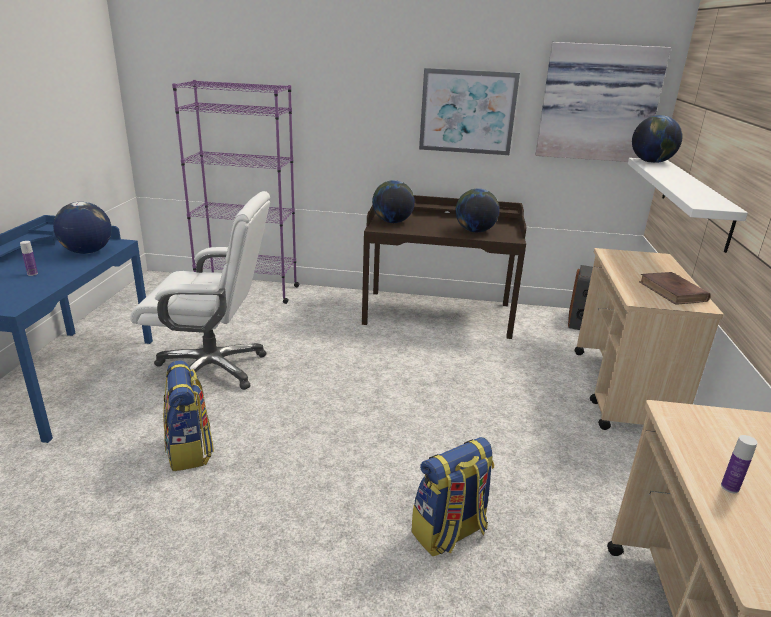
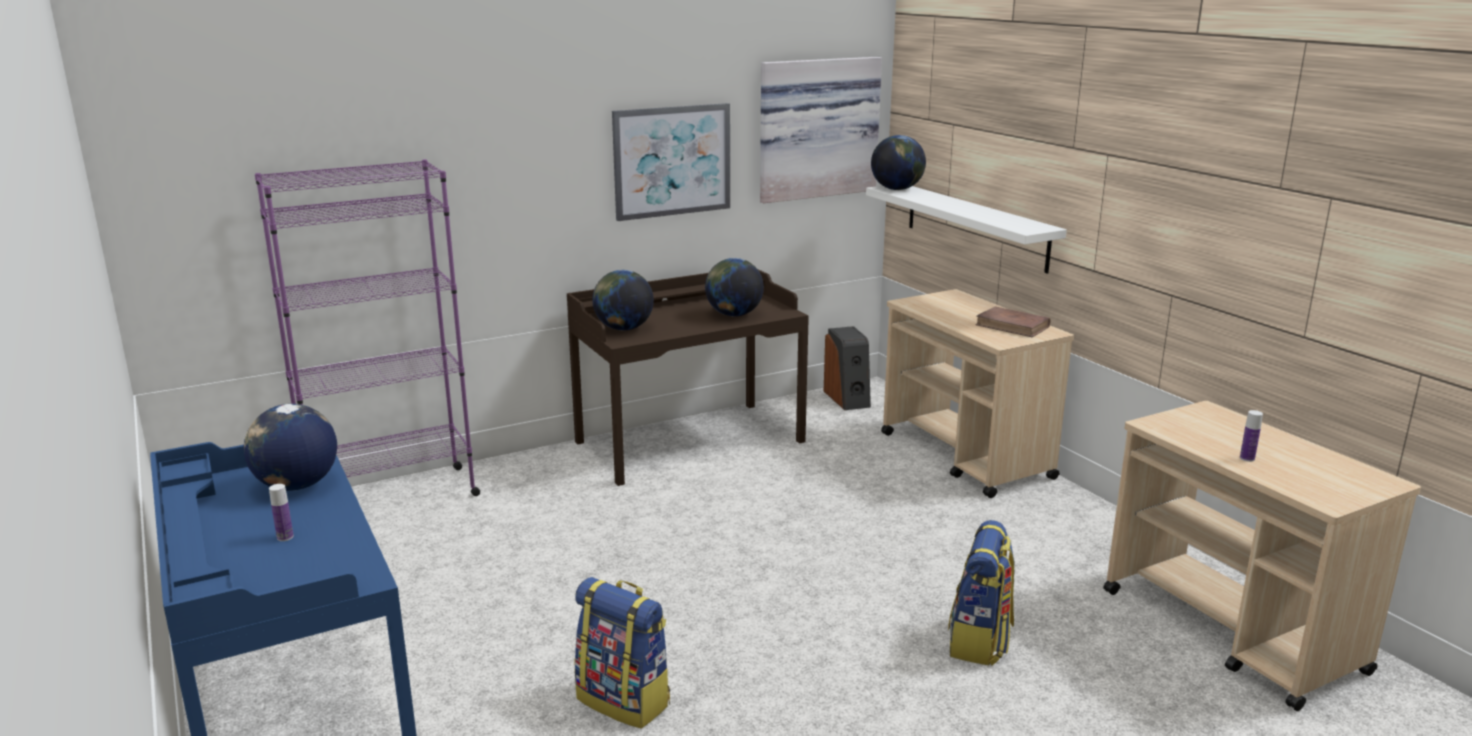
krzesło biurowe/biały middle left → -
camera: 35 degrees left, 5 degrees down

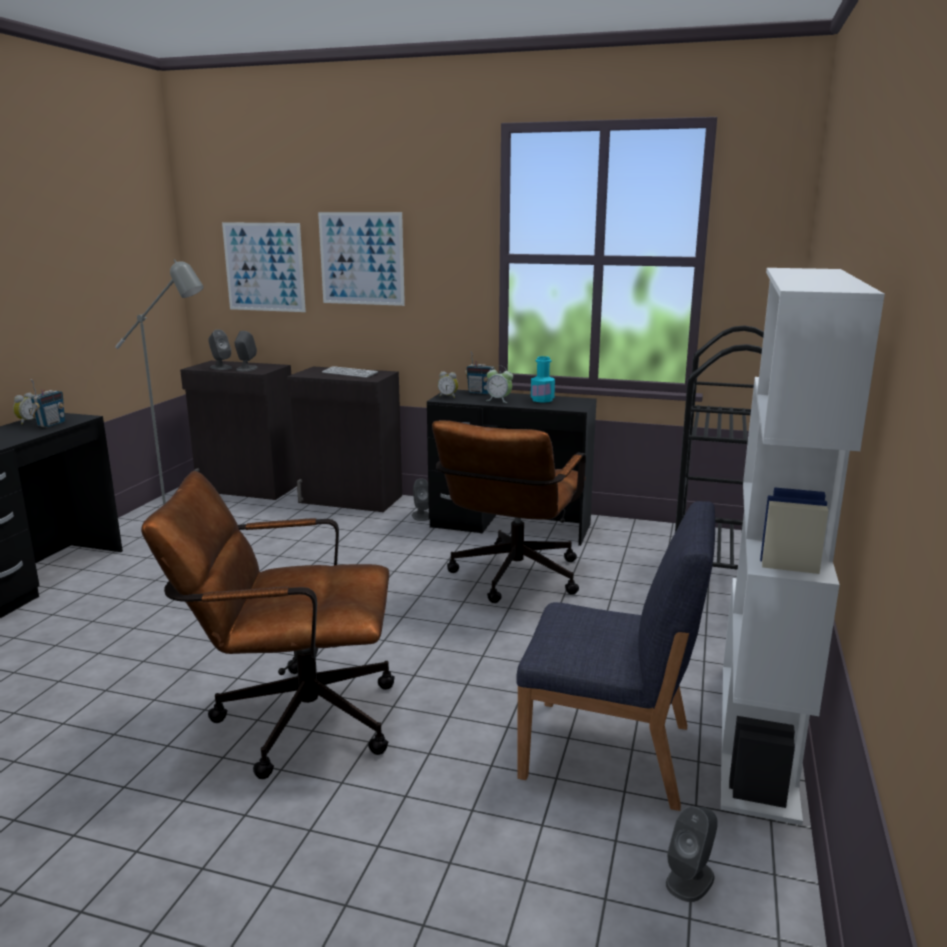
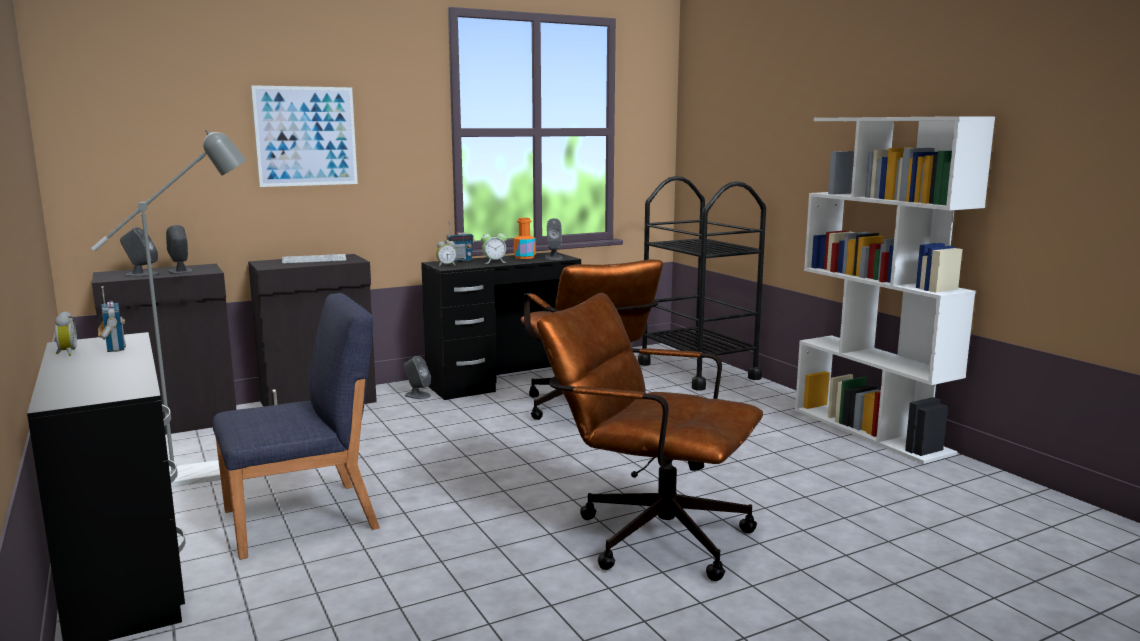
krzesło/niebieski bottom centre → krzesło/niebieski middle left, relocated
butelka/turkusowy centre → butelka/pomarańczowy centre
krzesło biurowe/brązowy (no. 1 from left in the first image) middle left → krzesło biurowe/brązowy (no. 2 from left) bottom centre, 75 degrees clockwise
głośnik/szary (no. 4 from left) bottom right → głośnik/szary (no. 4 from left) centre, relocated
obraz (no. 1 from left) top left → -
camera: 45 degrees left, 5 degrees down

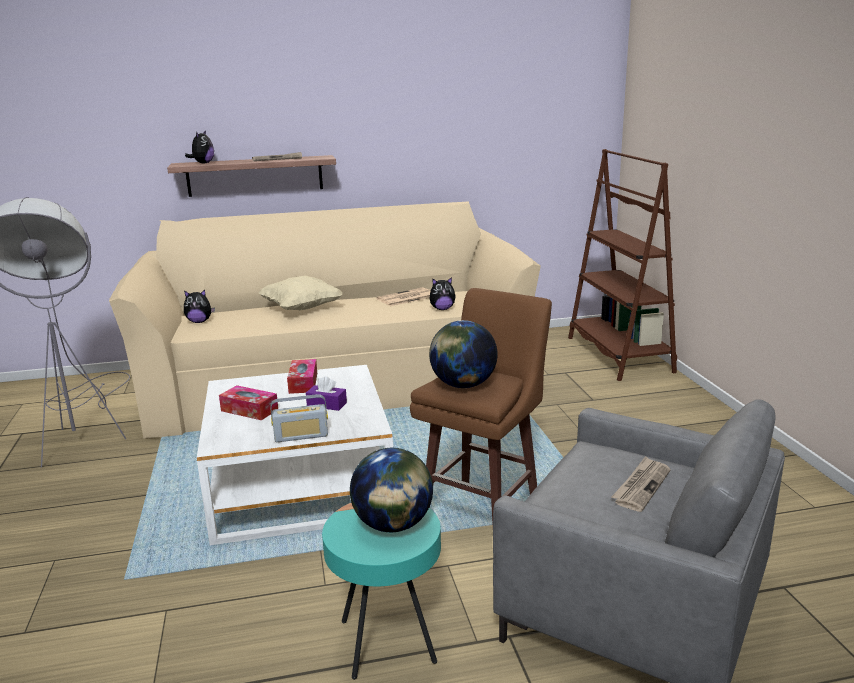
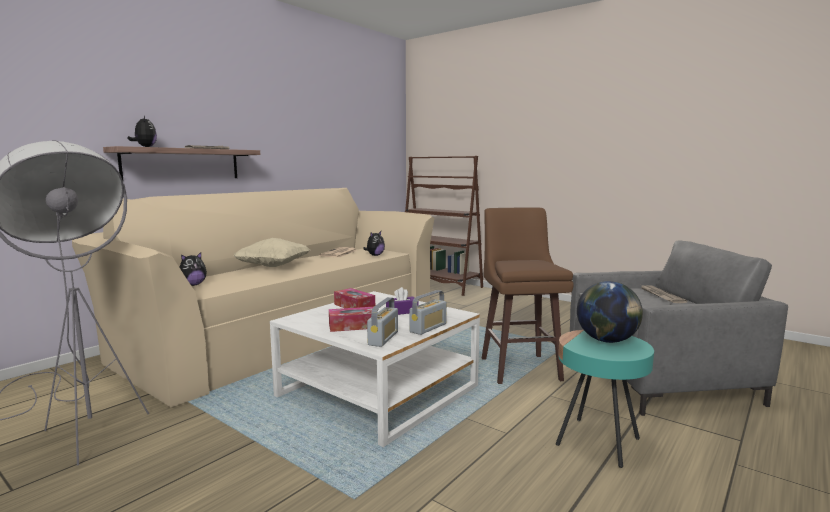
- → radio (no. 1 from left) centre
globus (no. 2 from left) centre → -
camera: 40 degrees left, 10 degrees down

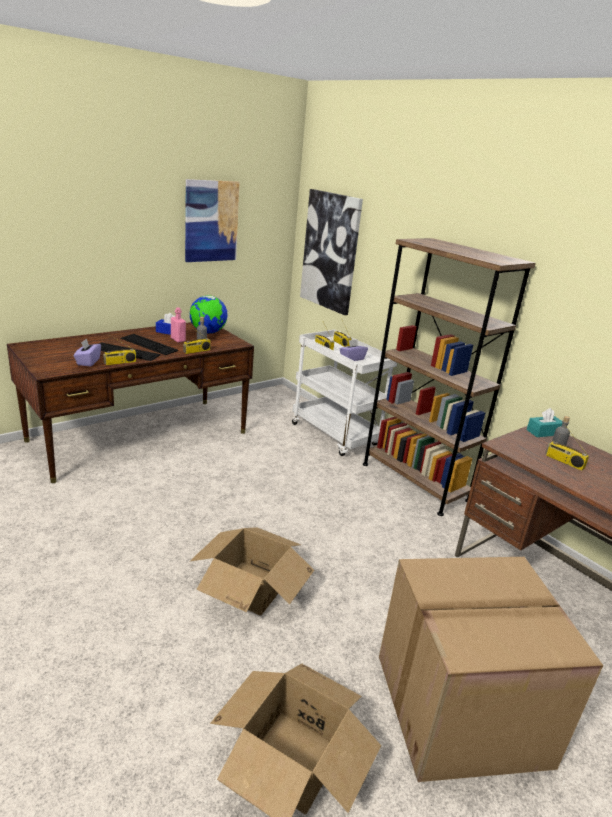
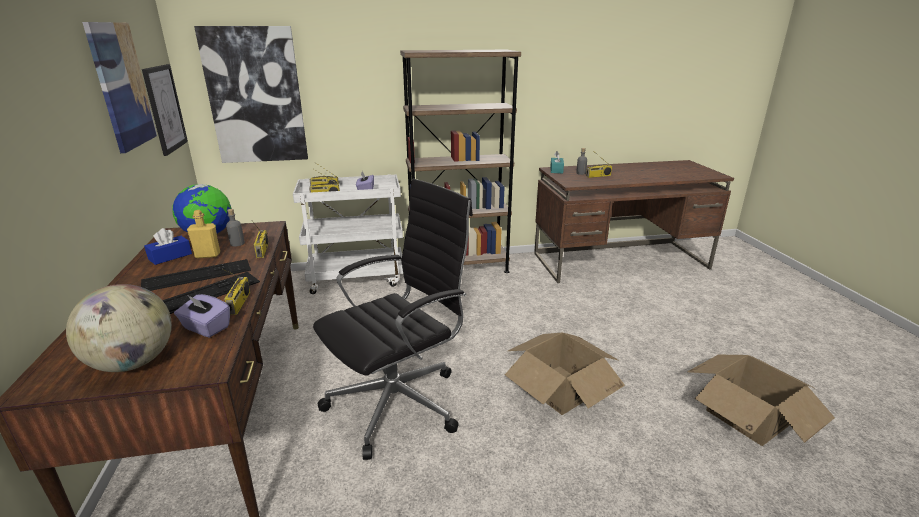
- → globus (no. 1 from left) middle left
- → obraz (no. 2 from left) top left
butelka/różowy middle left → butelka/żółty middle left
- → krzesło biurowe/czarny centre
karton (no. 3 from left) bottom right → -
camera: 60 degrees left, 0 degrees up

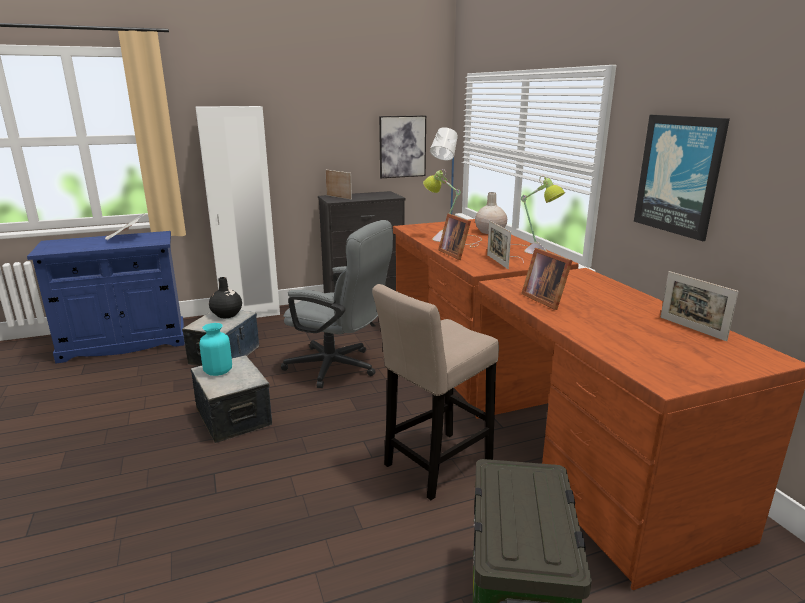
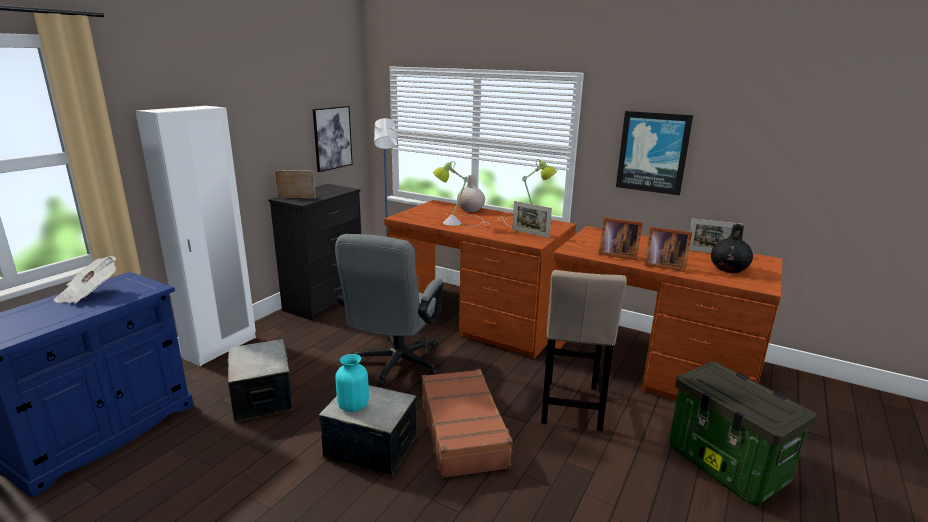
krzesło biurowe/szary centre, 120 degrees clockwise
- → walizka/brązowy bottom centre
ramka na zdjęcie (no. 2 from left in the first image) centre → ramka na zdjęcie (no. 4 from left) middle right, relocated
wazon/czarny middle left → wazon/czarny middle right, relocated
camera: 40 degrees left, 0 degrees up

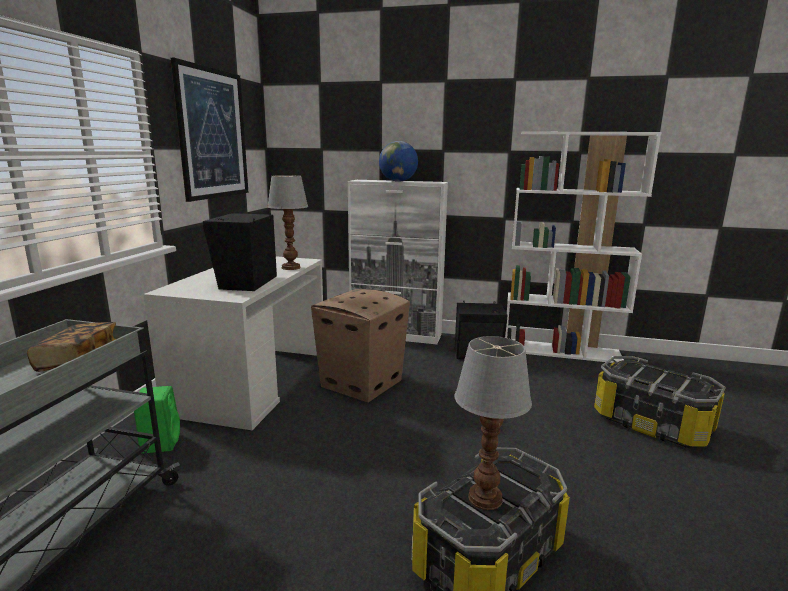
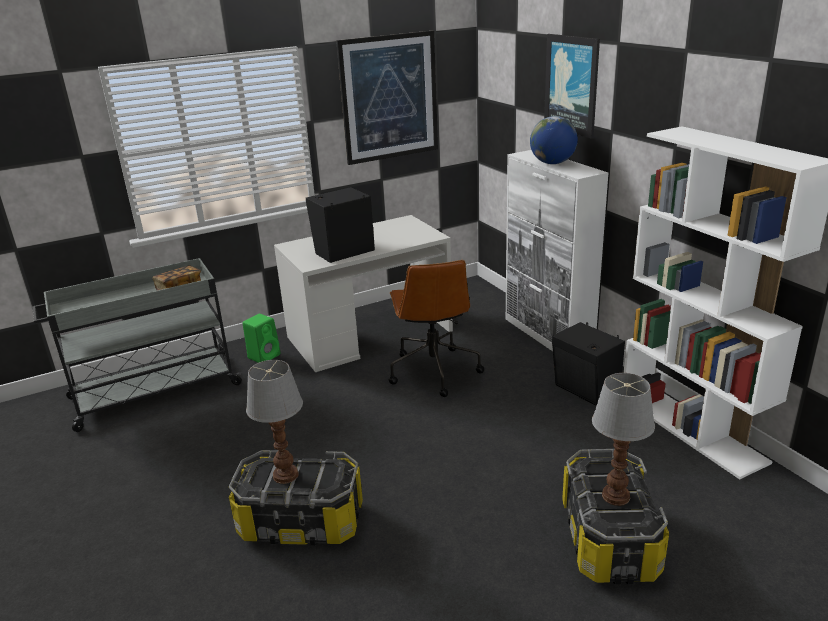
karton centre → krzesło biurowe/brązowy centre
- → obraz (no. 2 from left) top right
lampa stołowa (no. 1 from left in the first image) centre → lampa stołowa (no. 2 from left) bottom right, relocated
camera: 50 degrees right, 10 degrees up

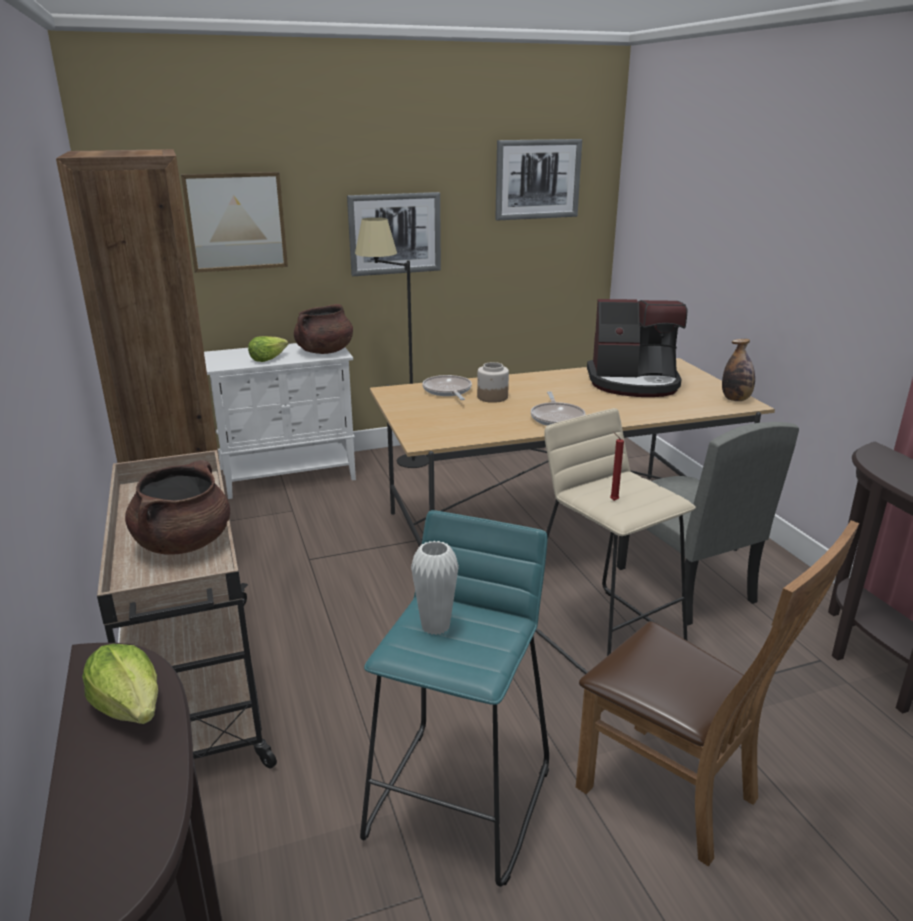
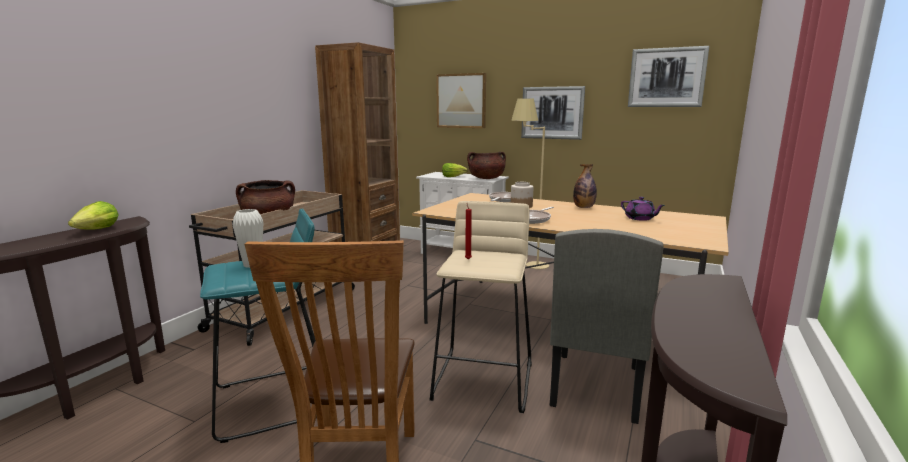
lampa stojąca/czarny centre → lampa stojąca/beżowy centre
butelka middle right → butelka centre, relocated
ekspres do kawy middle right → imbryk/fioletowy middle right
camera: 45 degrees right, 10 degrees down

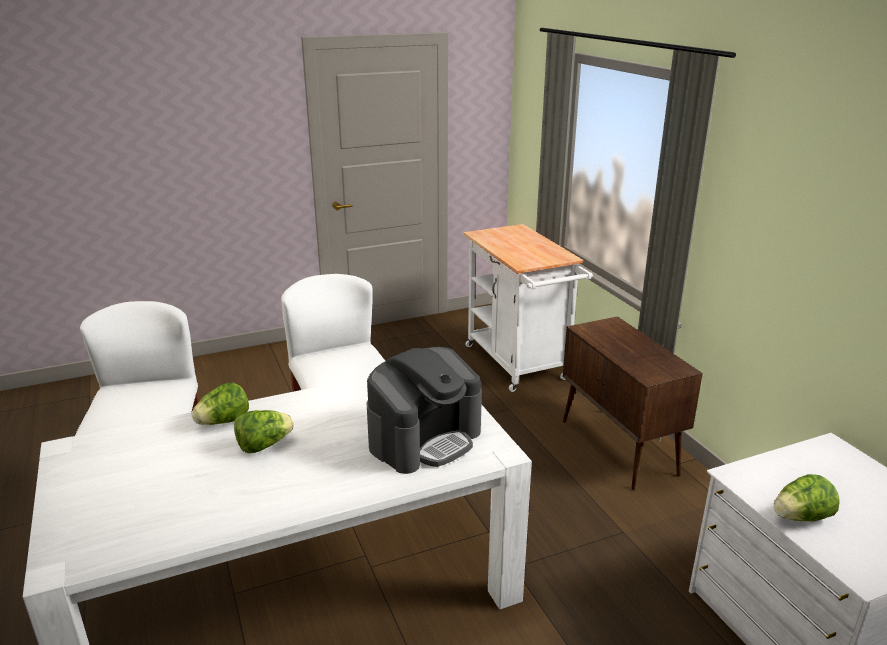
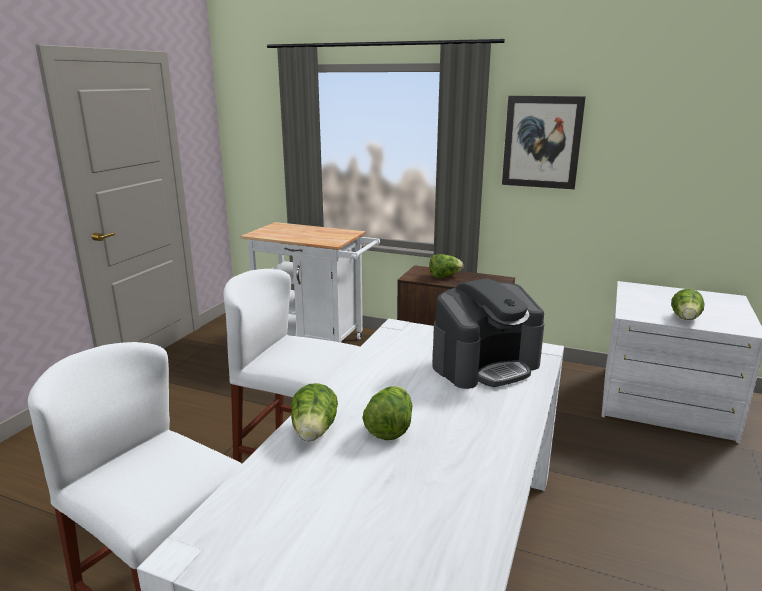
- → sałata (no. 3 from left) centre
ekspres do kawy centre, 60 degrees clockwise
- → obraz top right
camera: 45 degrees left, 5 degrees down

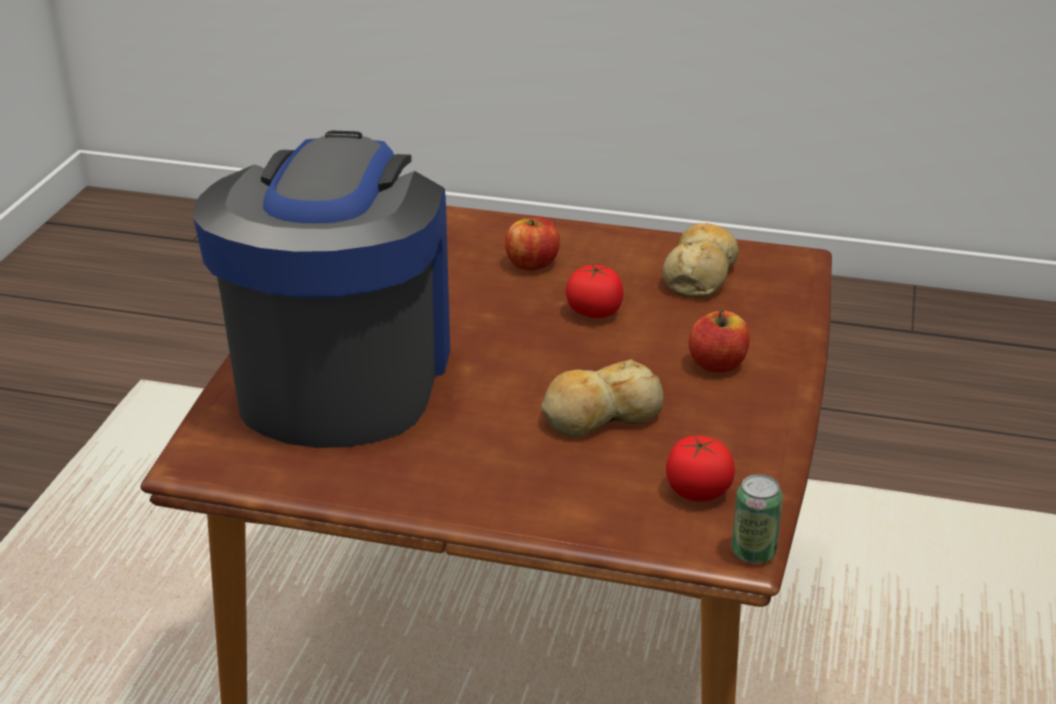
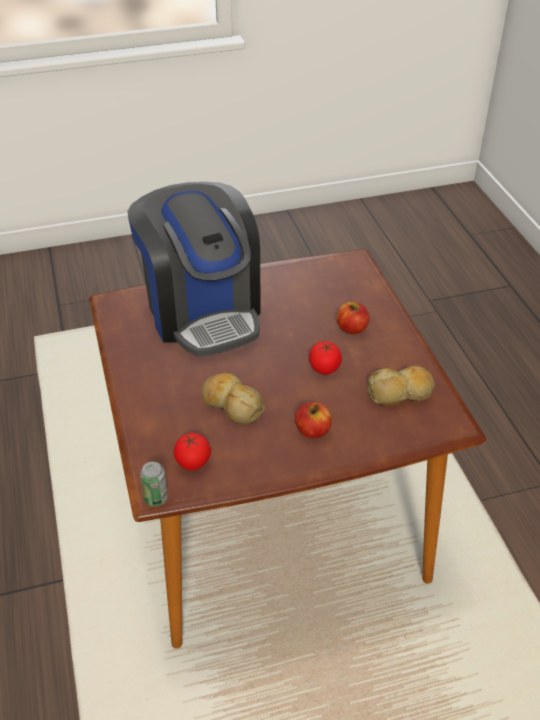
ekspres do kawy middle left → ekspres do kawy centre, 90 degrees clockwise
camera: 60 degrees right, 10 degrees up

